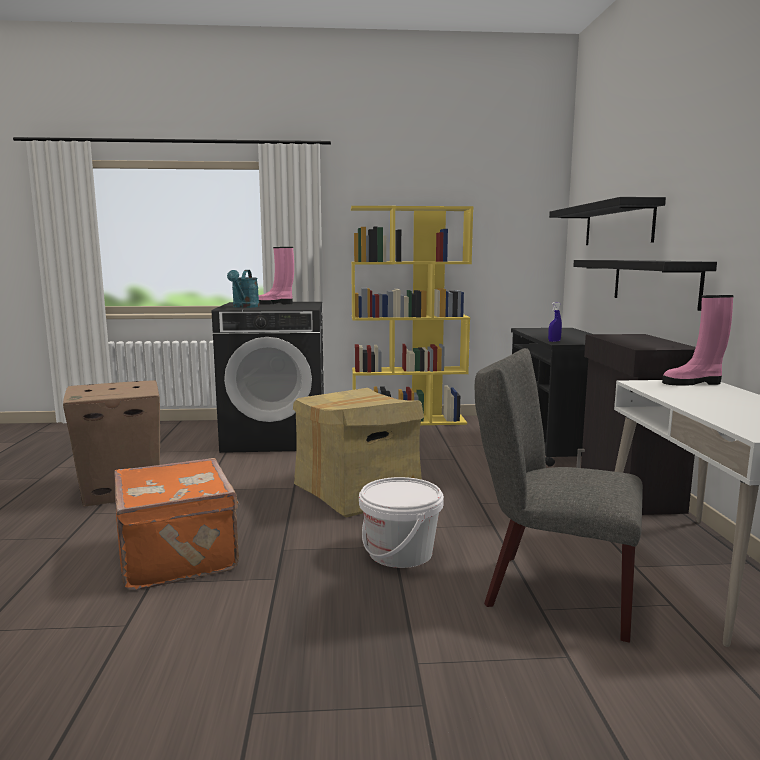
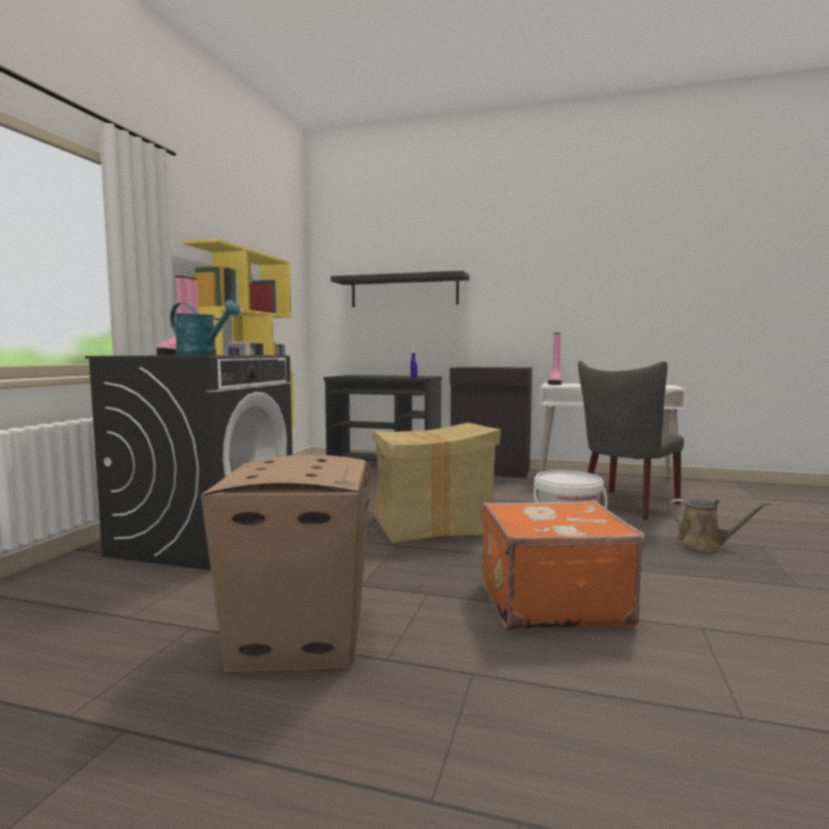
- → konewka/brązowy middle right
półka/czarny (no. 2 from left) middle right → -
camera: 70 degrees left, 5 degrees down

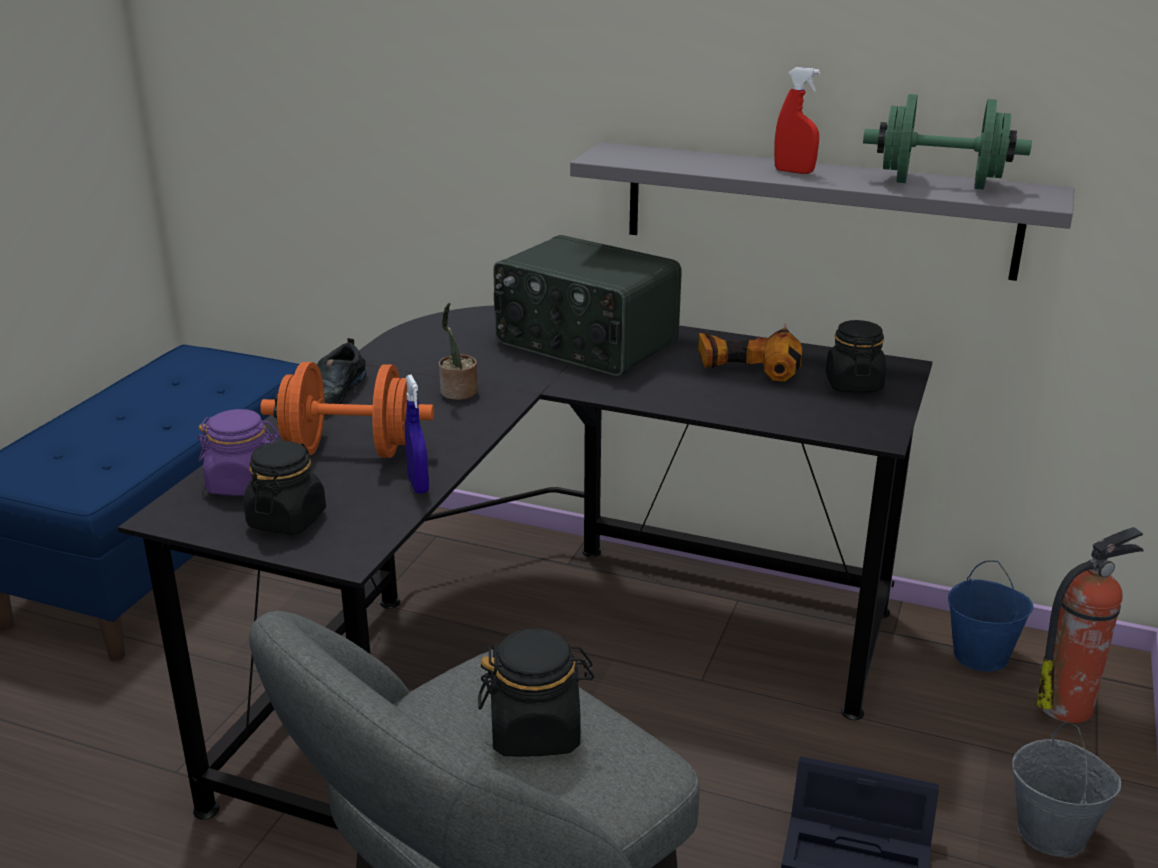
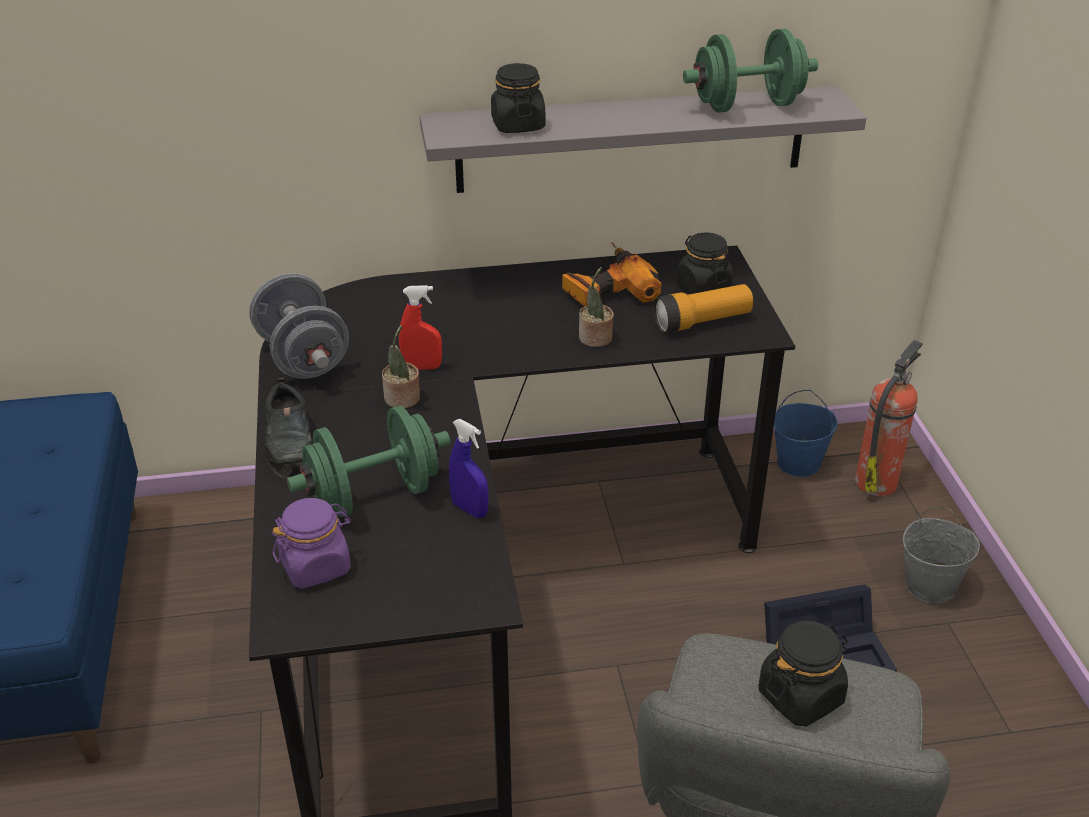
- → hantel/szary middle left
hantel/pomarańczowy middle left → hantel/zielony (no. 1 from left) centre
spryskiwacz/czerwony top right → spryskiwacz/czerwony centre, relocated
słoik/czarny (no. 1 from left) middle left → słoik/czarny (no. 1 from left) top centre, relocated
- → roślina doniczkowa (no. 2 from left) centre
- → latarka centre
radio centre → -
camera: 30 degrees left, 10 degrees up

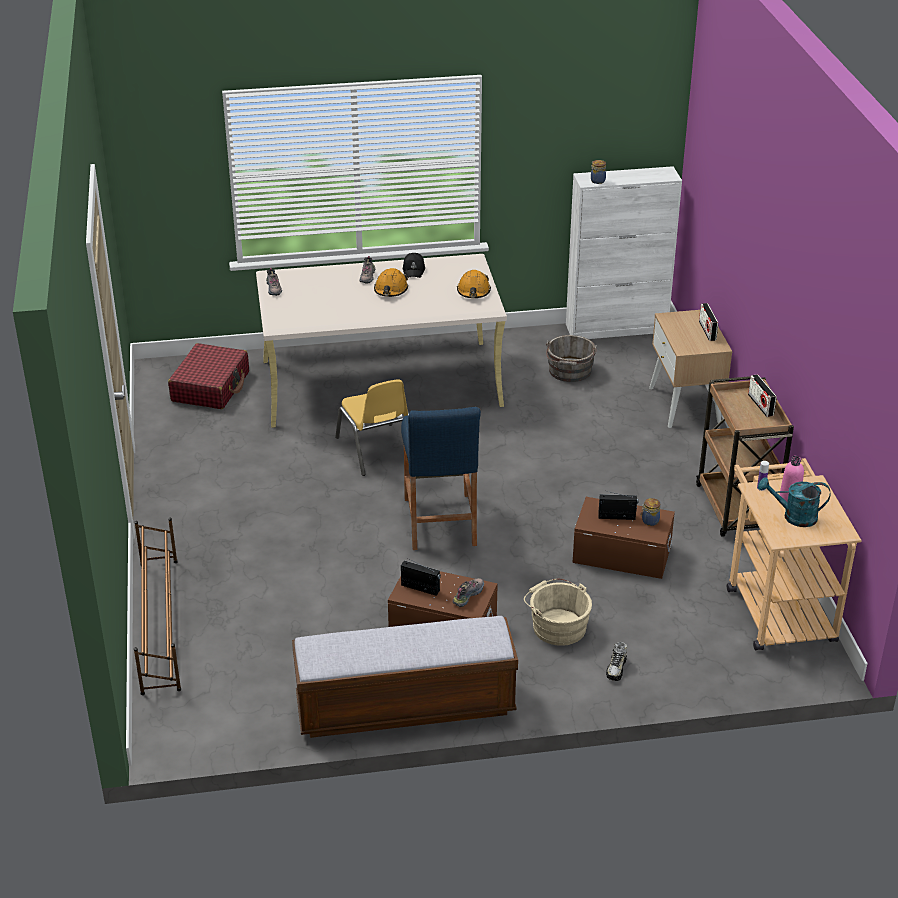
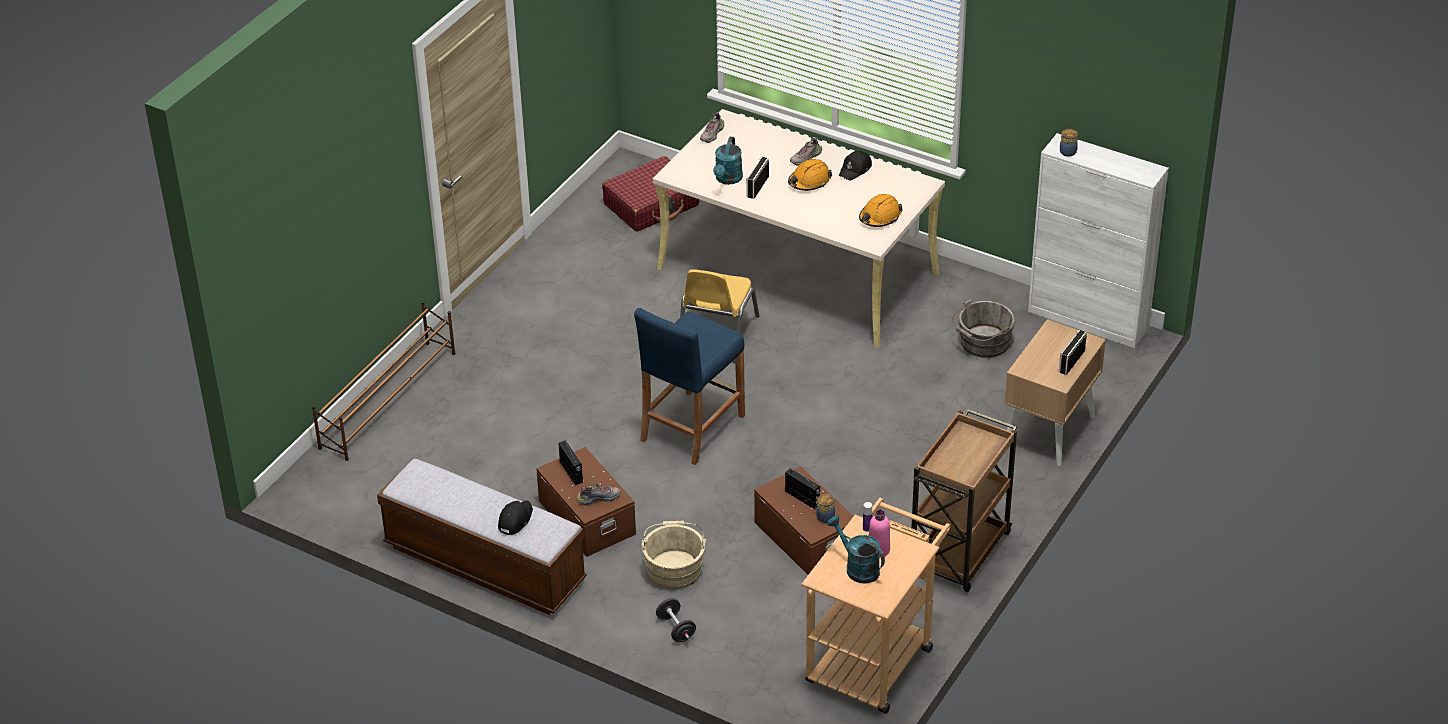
- → czapka z daszkiem/czarny (no. 1 from left) bottom centre
but (no. 4 from left) bottom right → hantel/czarny bottom centre
- → konewka/turkusowy (no. 1 from left) top centre
radio (no. 4 from left in the first image) middle right → radio (no. 2 from left) top centre, relocated
camera: 40 degrees right, 5 degrees up

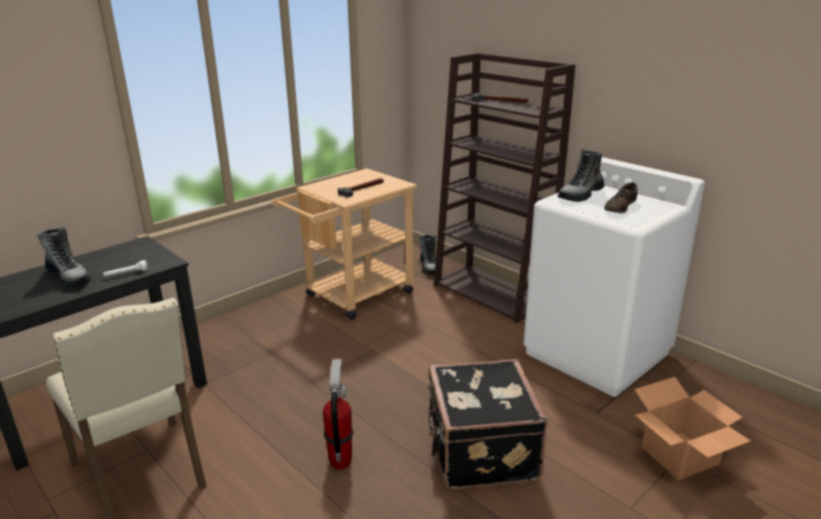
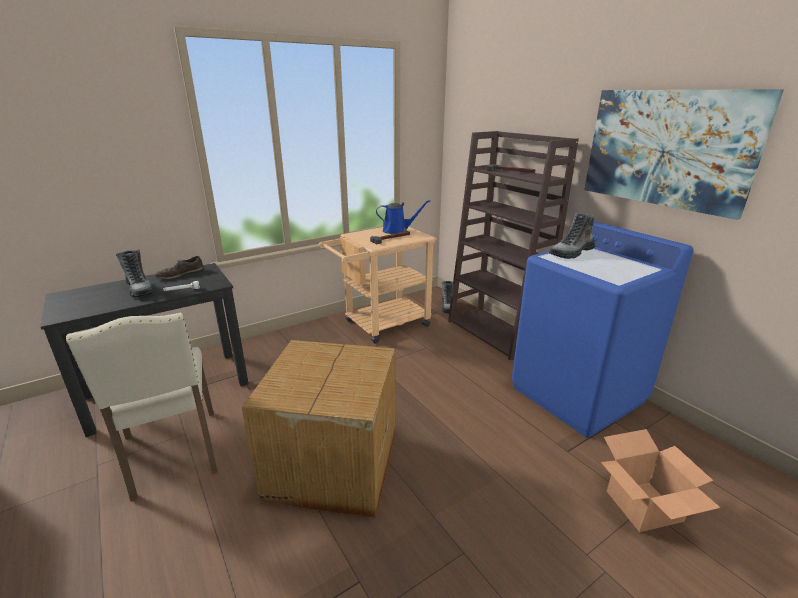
but/brązowy middle right → but/brązowy middle left, relocated
gaśnica bottom centre → karton (no. 1 from left) bottom centre
- → konewka/niebieski centre
pralka/biały middle right → pralka/niebieski middle right
- → obraz top right
walizka/czarny bottom centre → -
camera: 10 degrees right, 0 degrees up

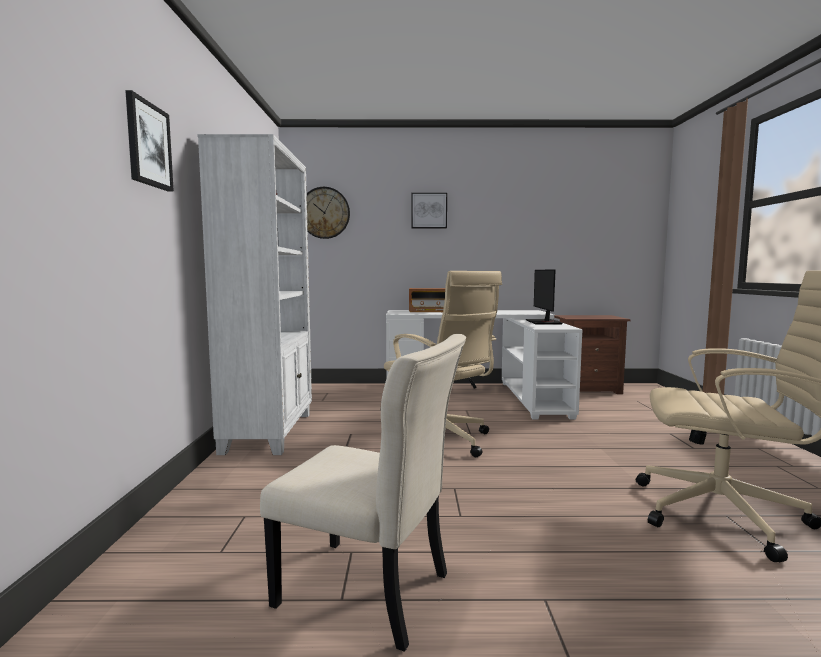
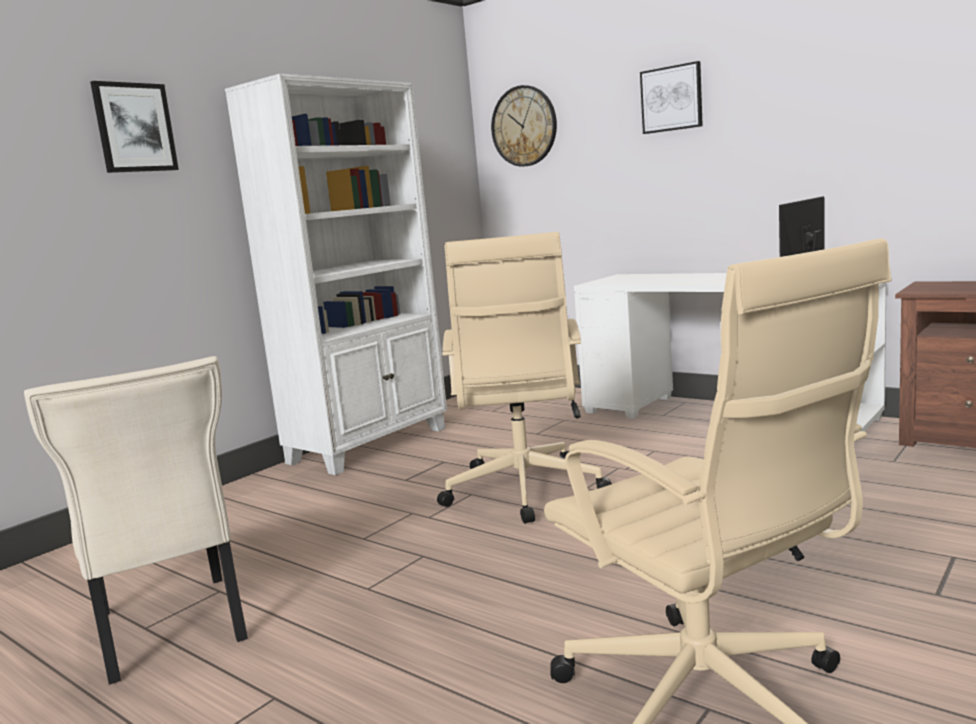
radio centre → -
camera: 40 degrees right, 5 degrees up

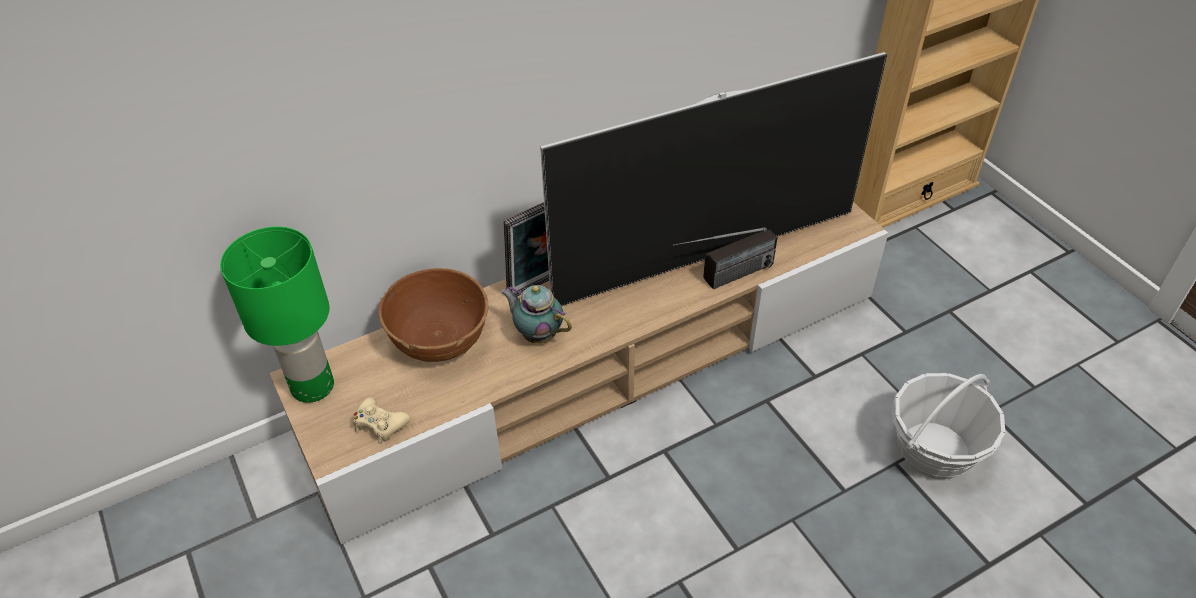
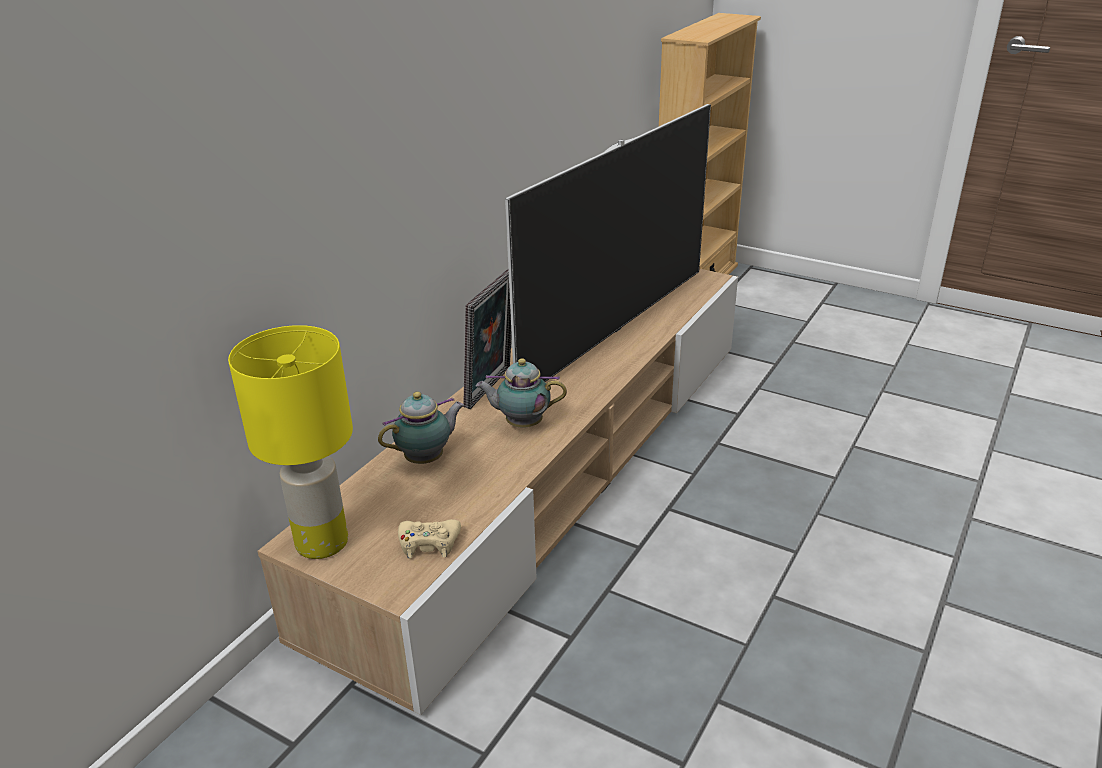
lampa stołowa/zielony middle left → lampa stołowa/żółty middle left
miska/brązowy centre → imbryk (no. 1 from left) centre
radio centre → -
koszyk bottom right → -
camera: 30 degrees left, 15 degrees down

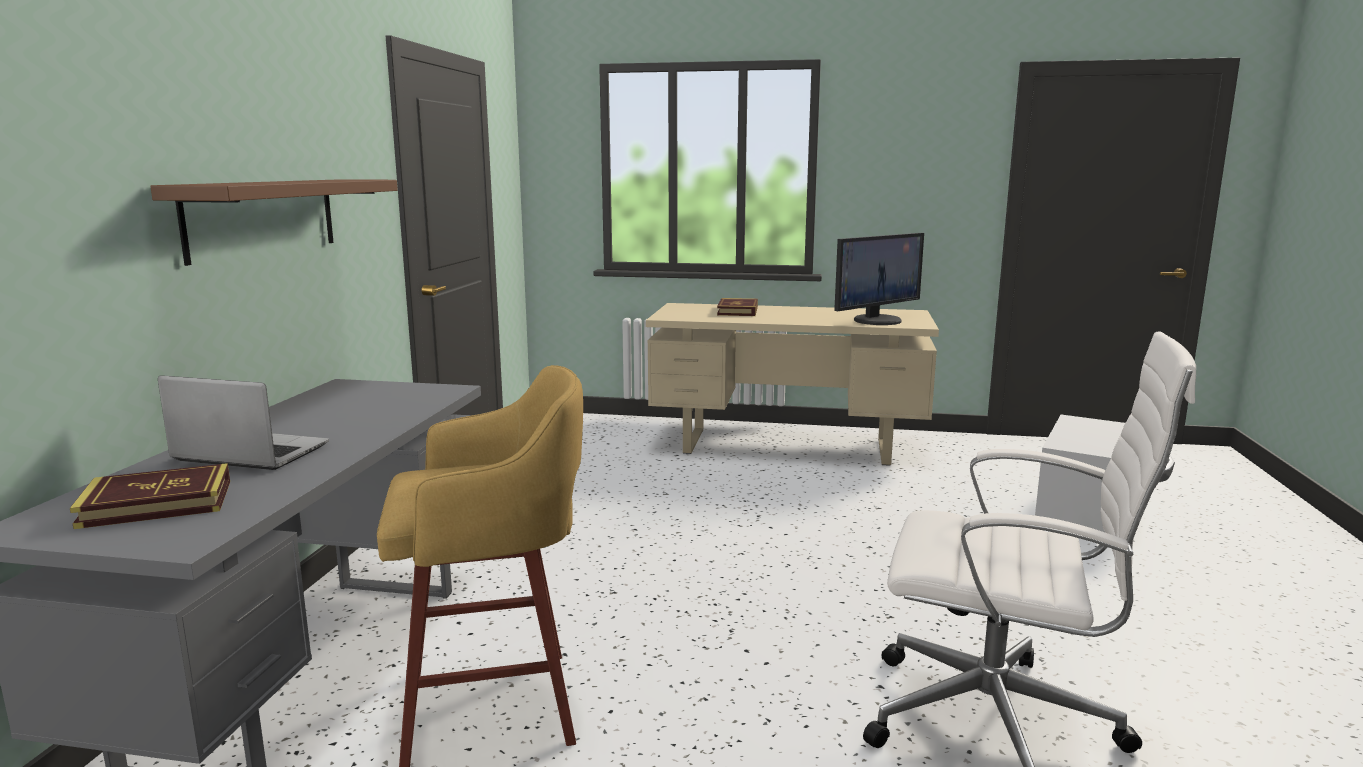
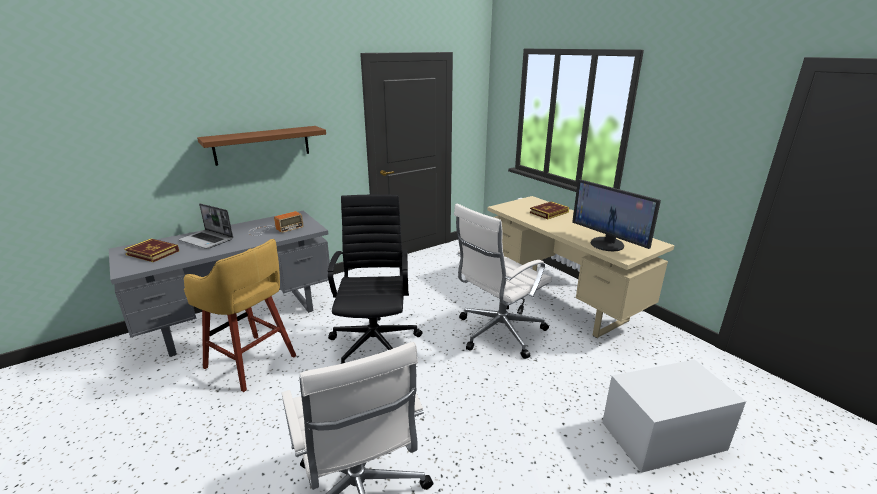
laptop middle left, 150 degrees clockwise
- → radio middle left
- → krzesło biurowe/czarny centre
- → krzesło biurowe/biały (no. 2 from left) centre
monitor centre → monitor middle right, 45 degrees clockwise
camera: 45 degrees right, 10 degrees up

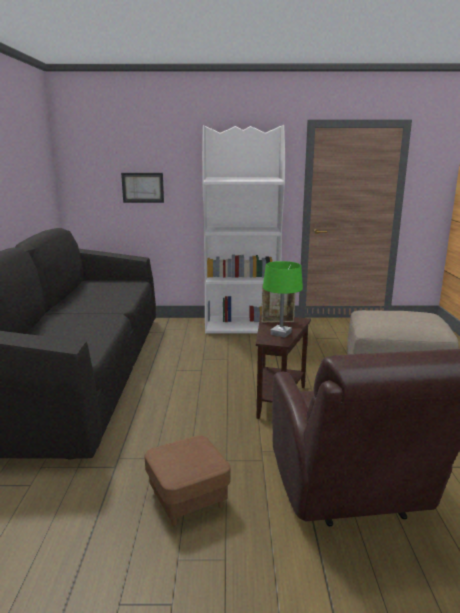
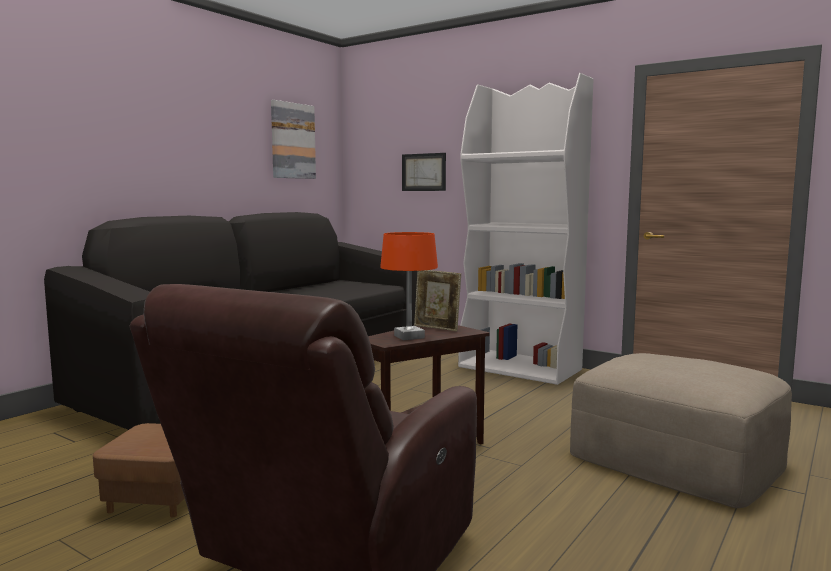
- → obraz (no. 1 from left) top centre
lampa stołowa/zielony centre → lampa stołowa/pomarańczowy centre
camera: 35 degrees right, 10 degrees down

